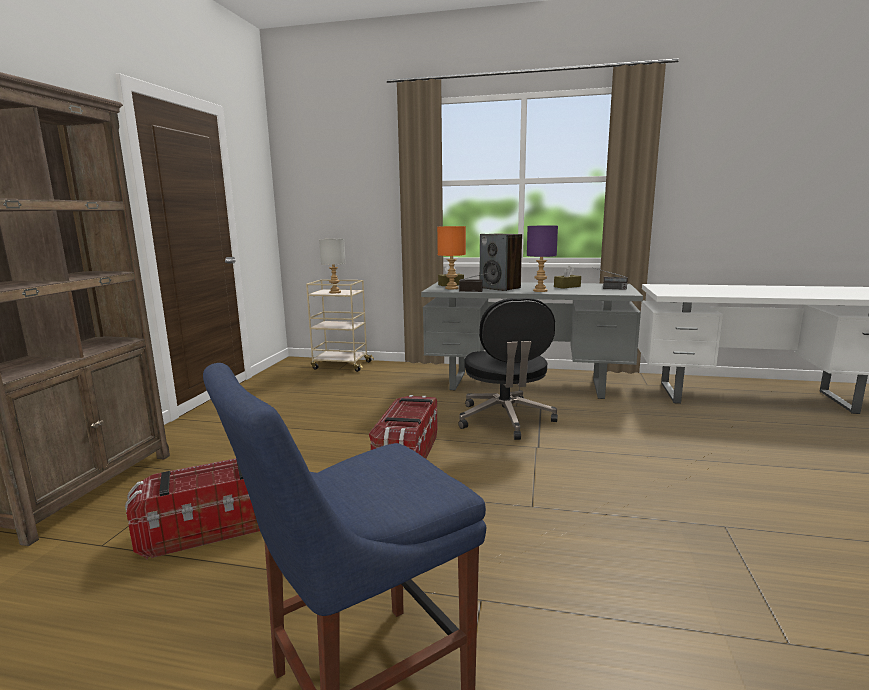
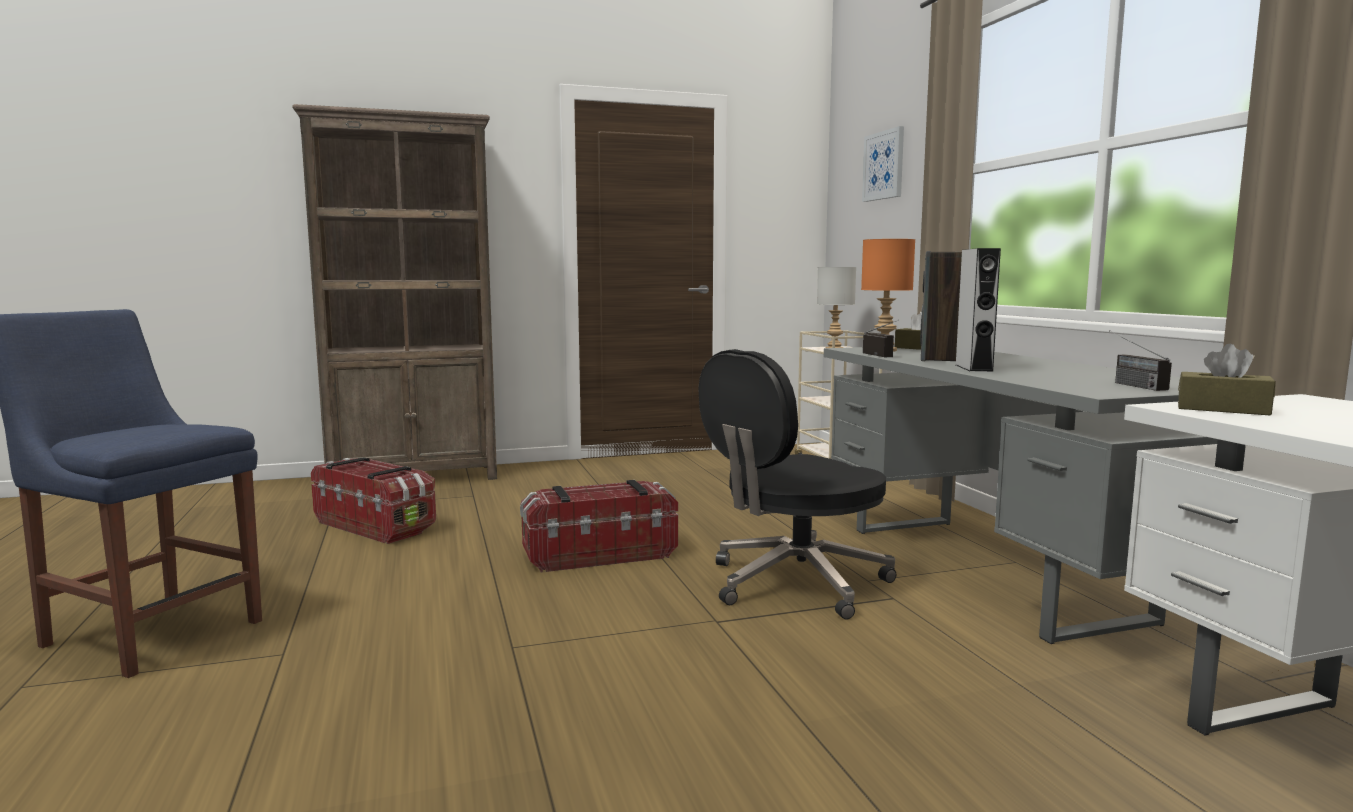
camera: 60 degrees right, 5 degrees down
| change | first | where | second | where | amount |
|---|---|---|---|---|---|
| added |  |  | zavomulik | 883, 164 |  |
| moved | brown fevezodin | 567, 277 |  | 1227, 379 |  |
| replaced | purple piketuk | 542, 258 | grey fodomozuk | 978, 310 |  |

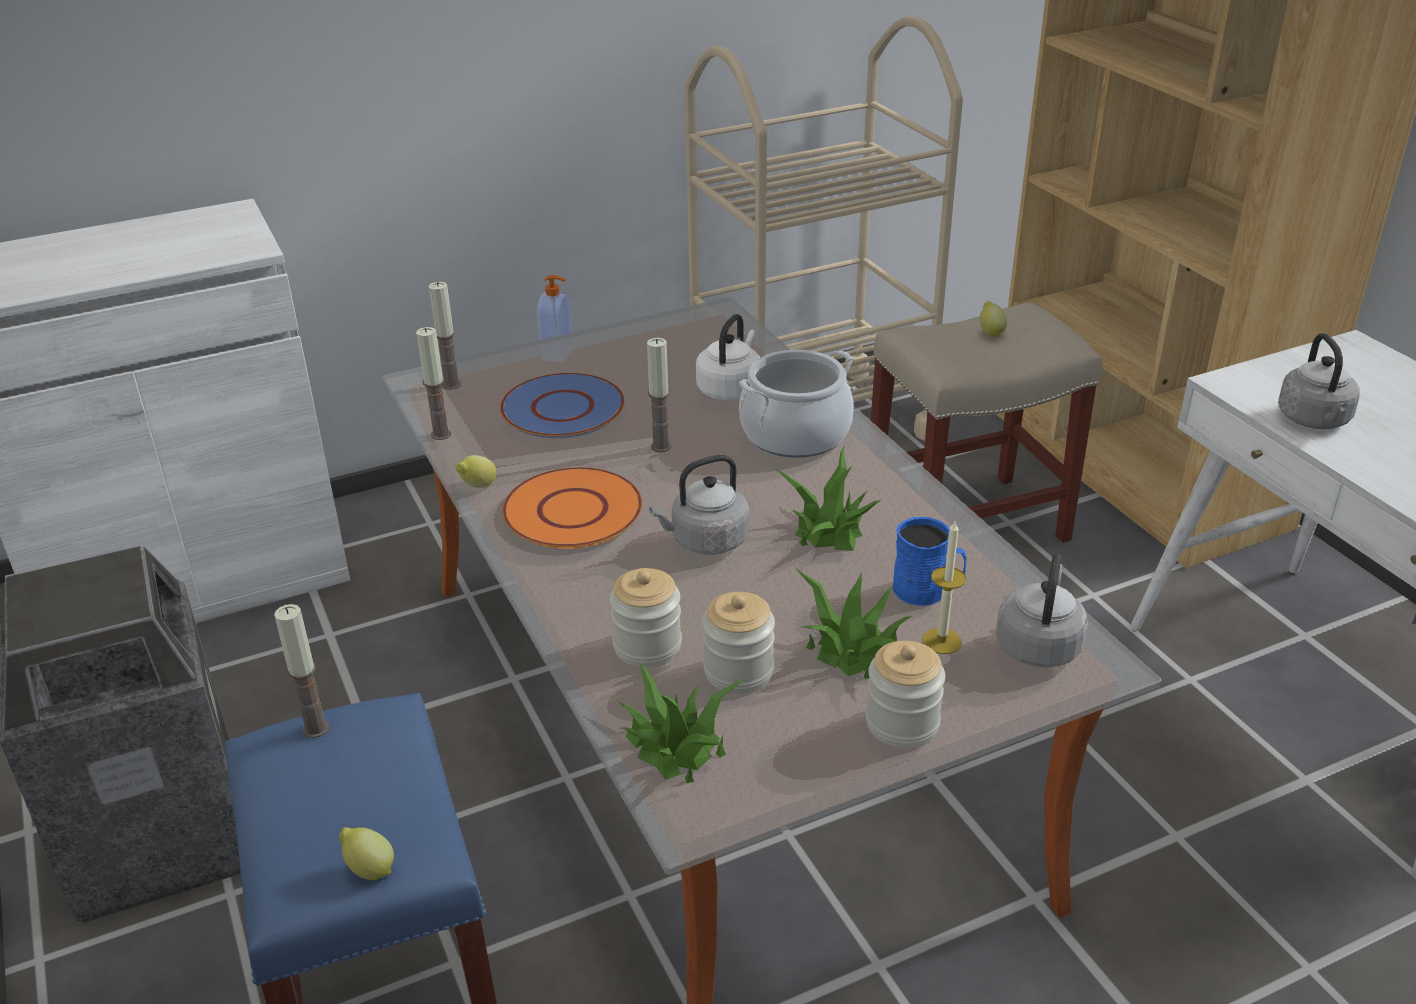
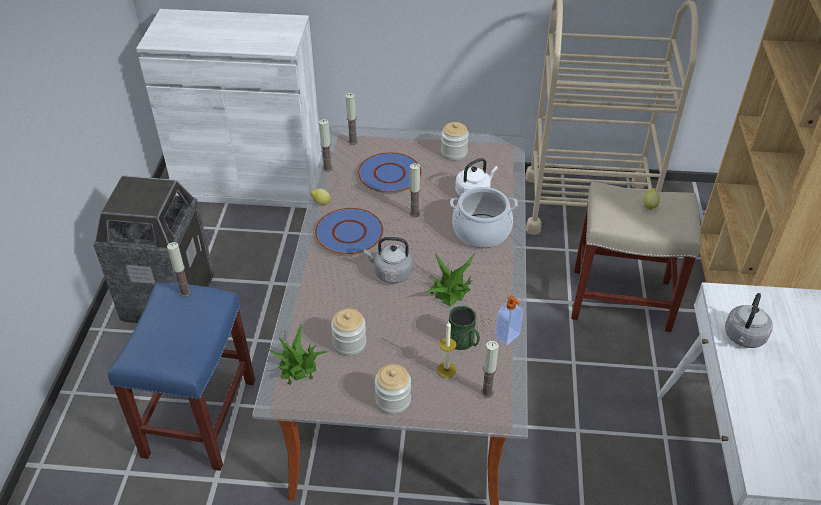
camera: 30 degrees right, 10 degrees up
| change | first | where | second | where | amount |
|---|---|---|---|---|---|
| removed | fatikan | 366, 853 |  |  |  |
| removed | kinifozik | 852, 623 |  |  |  |
| moved | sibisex | 555, 318 |  | 509, 321 |  |
| moved | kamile | 646, 617 |  | 455, 141 |  |
| replaced | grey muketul | 1042, 610 | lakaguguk | 490, 369 |  |
| recoloured | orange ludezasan | 572, 508 | blue ludezasan | 349, 231 |  |
| recoloured | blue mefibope | 929, 561 | green mefibope | 464, 328 |  |

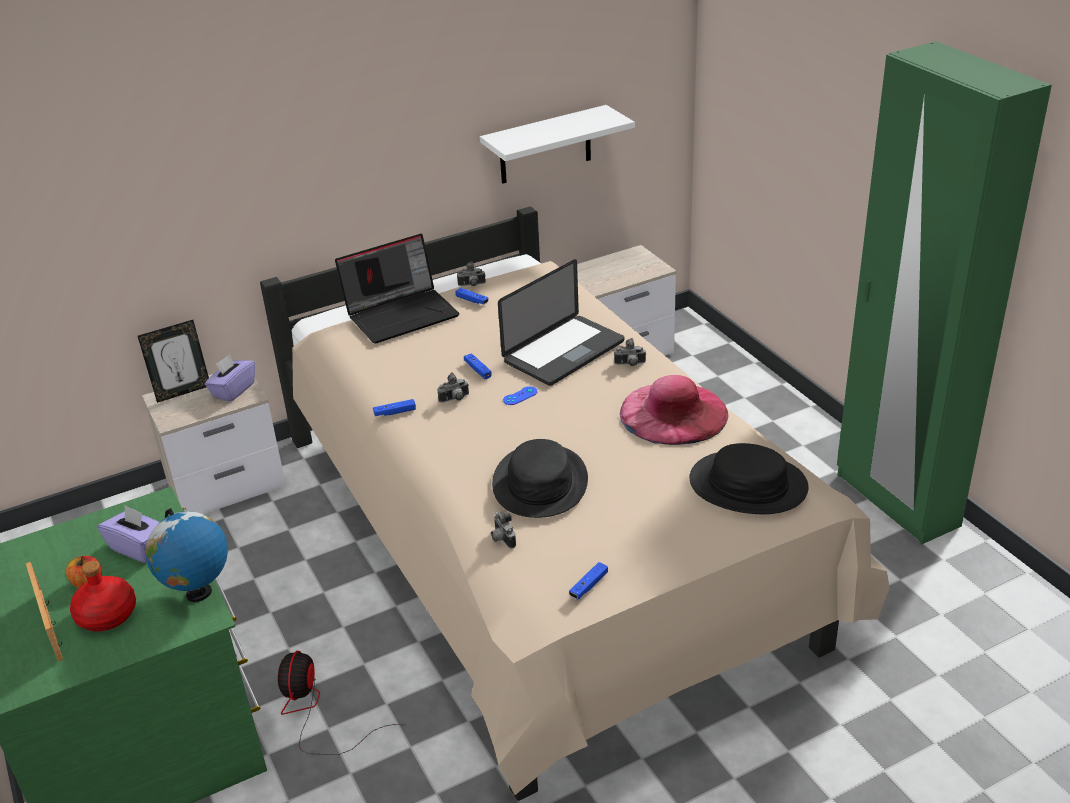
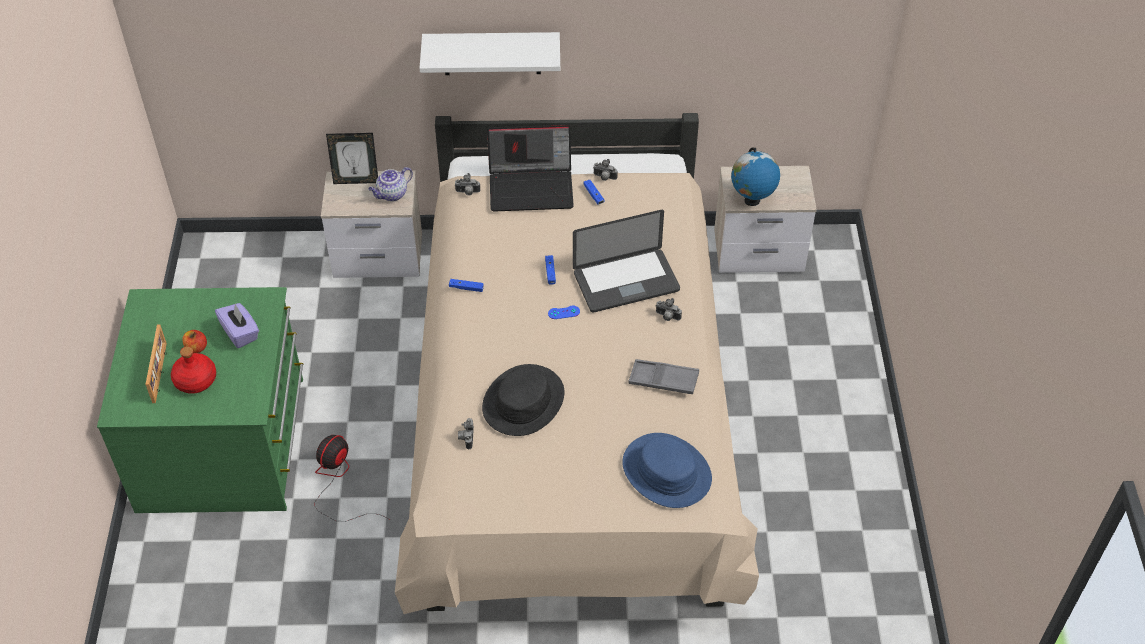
camera: 25 degrees right, 15 degrees up
| change | first | where | second | where | amount |
|---|---|---|---|---|---|
| removed | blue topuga | 588, 580 |  |  |  |
| removed | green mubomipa | 944, 292 |  |  |  |
| moved | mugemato | 187, 555 |  | 755, 176 |  |
| moved | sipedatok | 453, 387 |  | 468, 184 |  |
| moved | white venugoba | 557, 144 |  | 490, 53 |  |
| replaced | purple fevezodin | 230, 378 | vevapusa | 390, 184 |  |
| replaced | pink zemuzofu | 674, 410 | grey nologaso | 663, 376 |  |
| recoloured | black zemuzofu | 749, 478 | blue zemuzofu | 667, 470 |  |

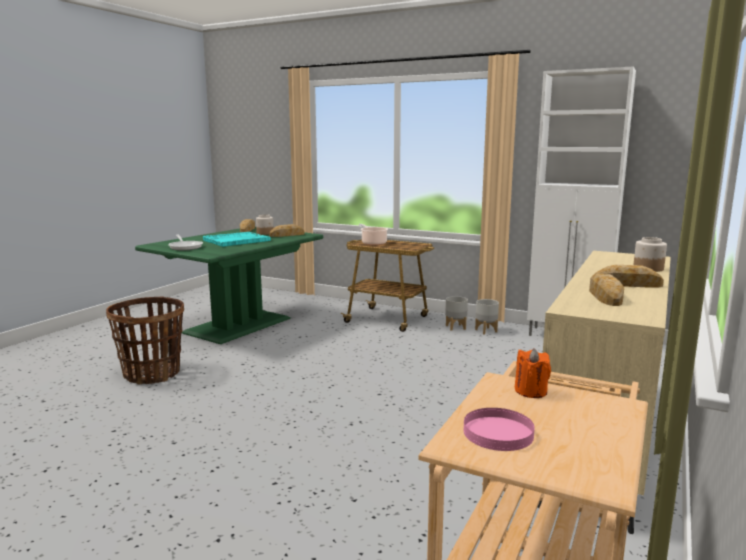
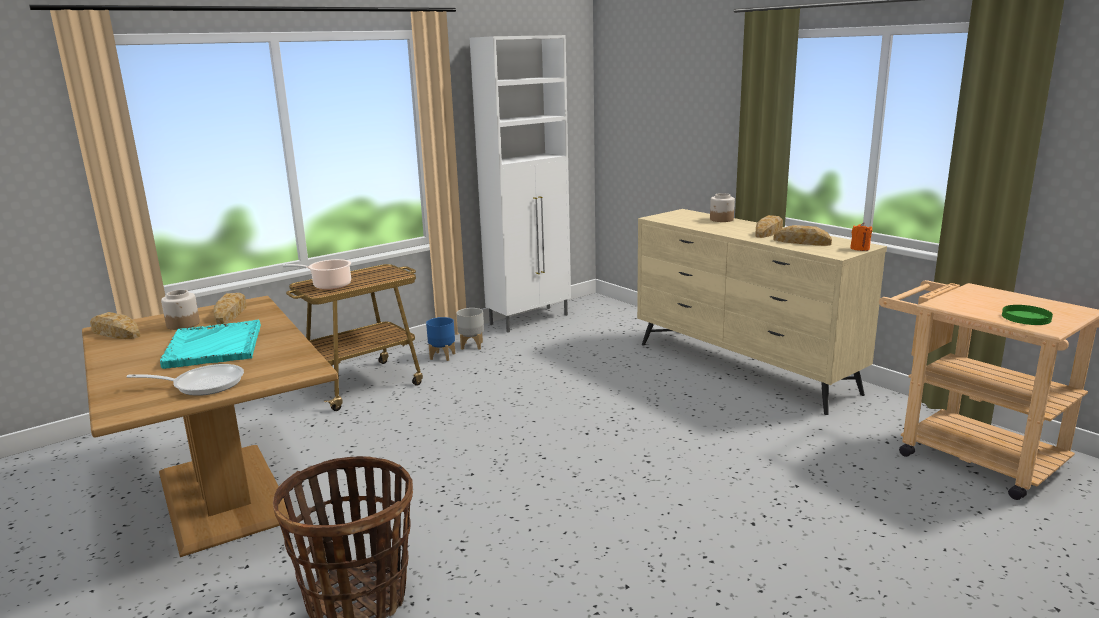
camera: 65 degrees left, 5 degrees up
| change | first | where | second | where | amount |
|---|---|---|---|---|---|
| moved | orange lakaguguk | 533, 373 |  | 861, 237 |  |
| recoloured | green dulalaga | 229, 285 | brown dulalaga | 210, 426 |  |
| recoloured | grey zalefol | 456, 313 | blue zalefol | 440, 339 |  |
| recoloured | pink ludezasan | 499, 429 | green ludezasan | 1027, 315 |  |

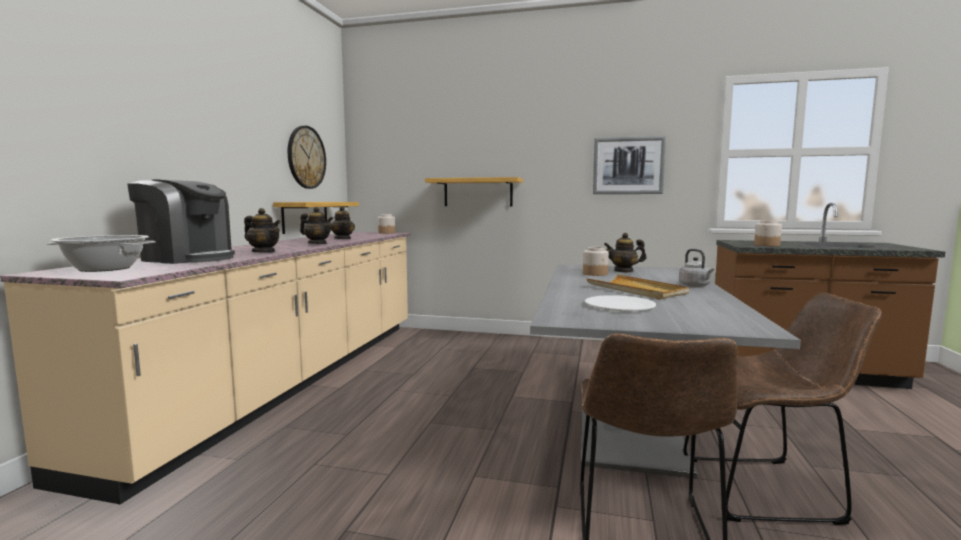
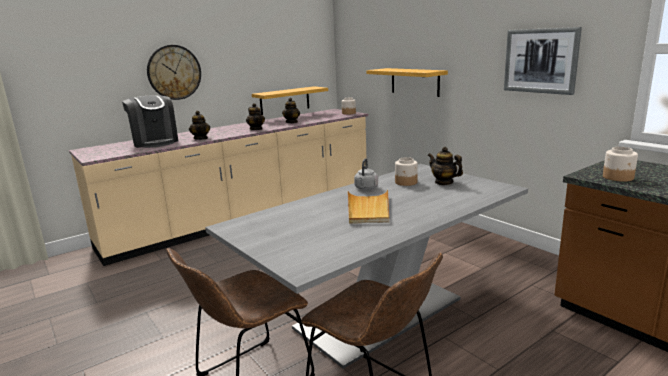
camera: 40 degrees right, 10 degrees up
| change | first | where | second | where | amount |
|---|---|---|---|---|---|
| removed | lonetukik | 101, 253 |  |  |  |
| removed | white ludezasan | 620, 303 |  |  |  |
| moved | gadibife | 307, 157 |  | 174, 72 |  |
| moved | grey muketul | 696, 268 |  | 366, 174 |  |

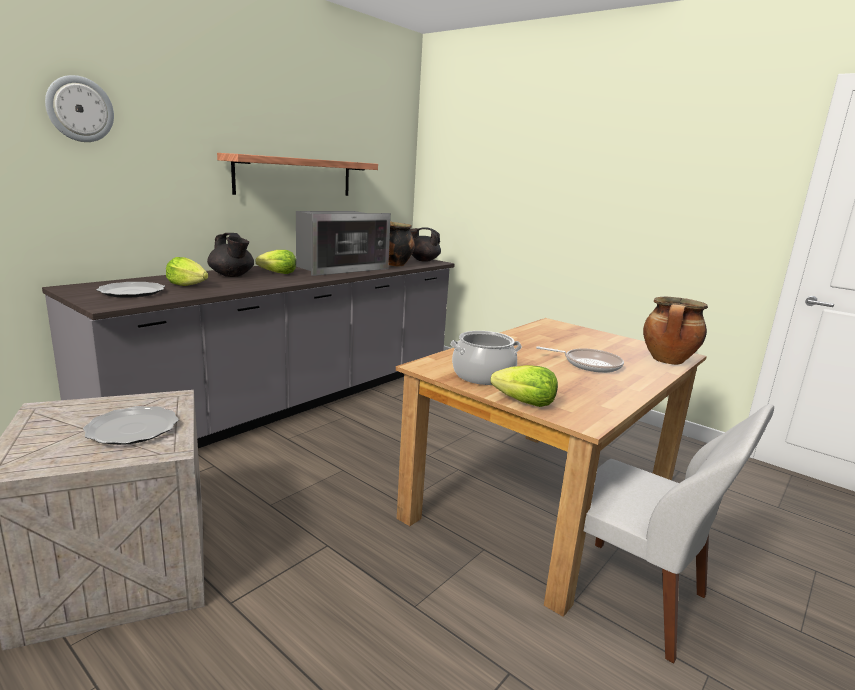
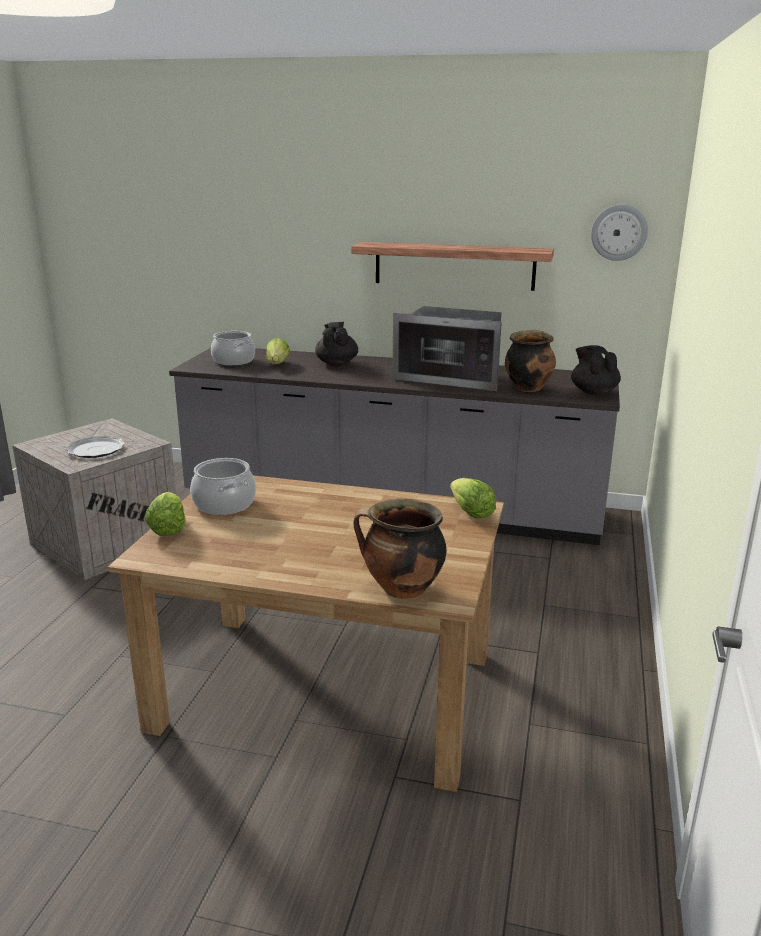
camera: 65 degrees right, 5 degrees up
| change | first | where | second | where | amount |
|---|---|---|---|---|---|
| removed | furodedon | 580, 359 |  |  |  |
| removed | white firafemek | 679, 533 |  |  |  |
| moved | gadibife | 79, 108 |  | 619, 232 |  |
| moved | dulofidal | 276, 262 |  | 473, 498 |  |
| replaced | ludezasan | 130, 290 | lonetukik | 233, 348 |  |
| turned | black vevapusa | 230, 255 |  | 336, 343 | 150 degrees clockwise |

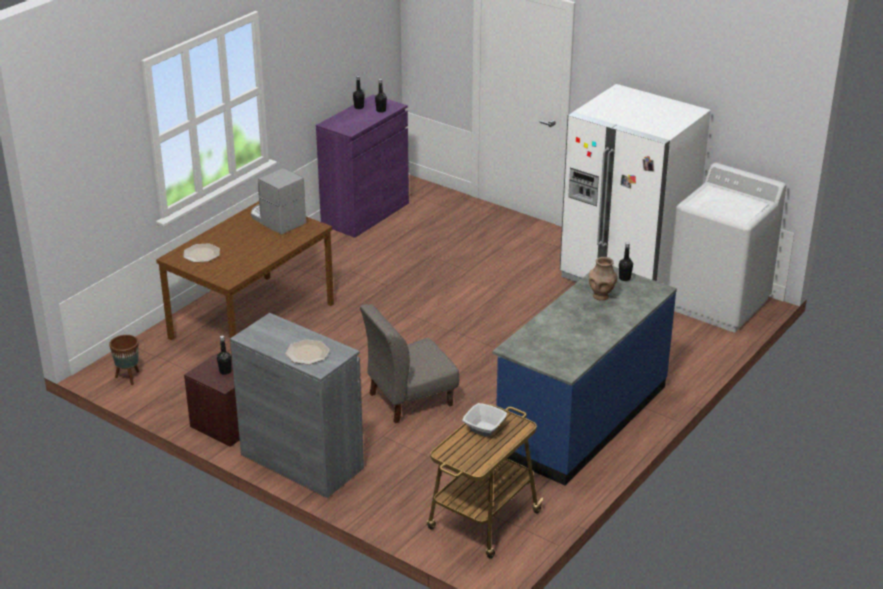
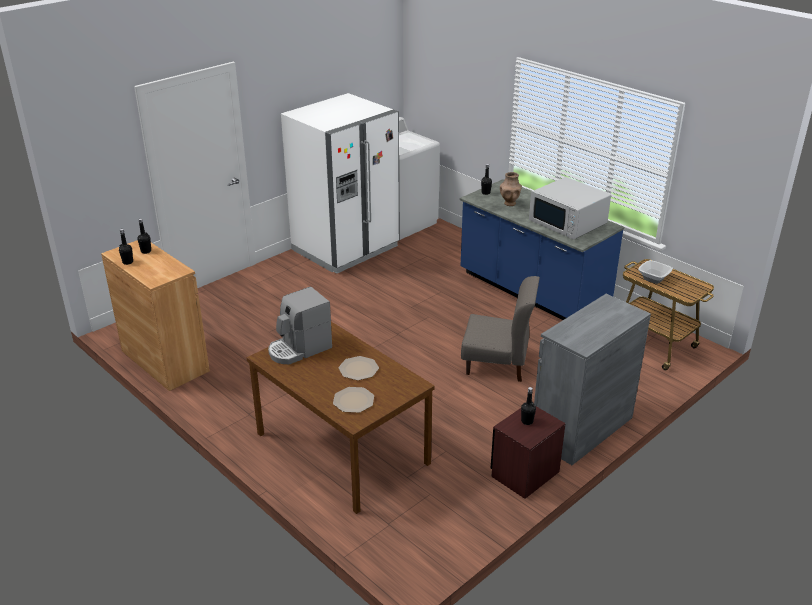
camera: 80 degrees left, 0 degrees up
| change | first | where | second | where | amount |
|---|---|---|---|---|---|
| removed | brown zalefol | 124, 360 |  |  |  |
| added |  |  | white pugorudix | 570, 208 |  |
| moved | ludezasan | 307, 352 |  | 358, 368 |  |
| recoloured | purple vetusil | 362, 166 | brown vetusil | 155, 315 |  |
| turned | grey firafemek | 409, 364 |  | 500, 329 | 60 degrees counterclockwise |

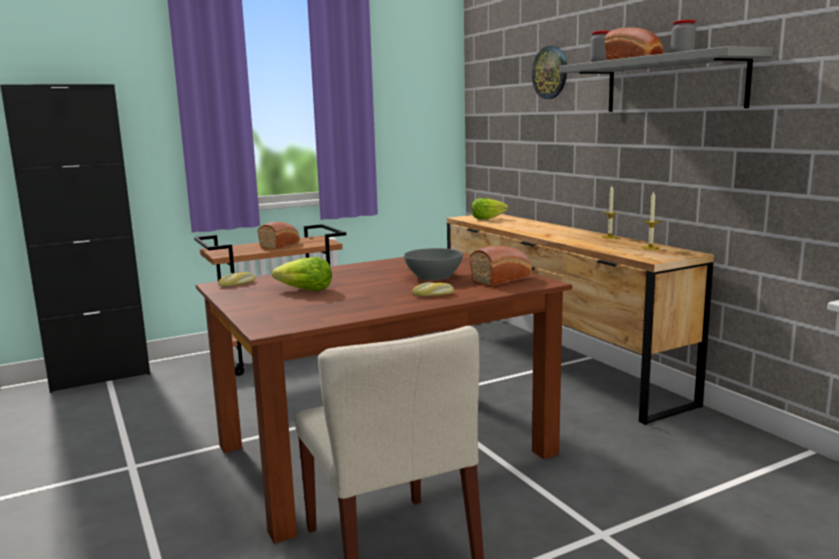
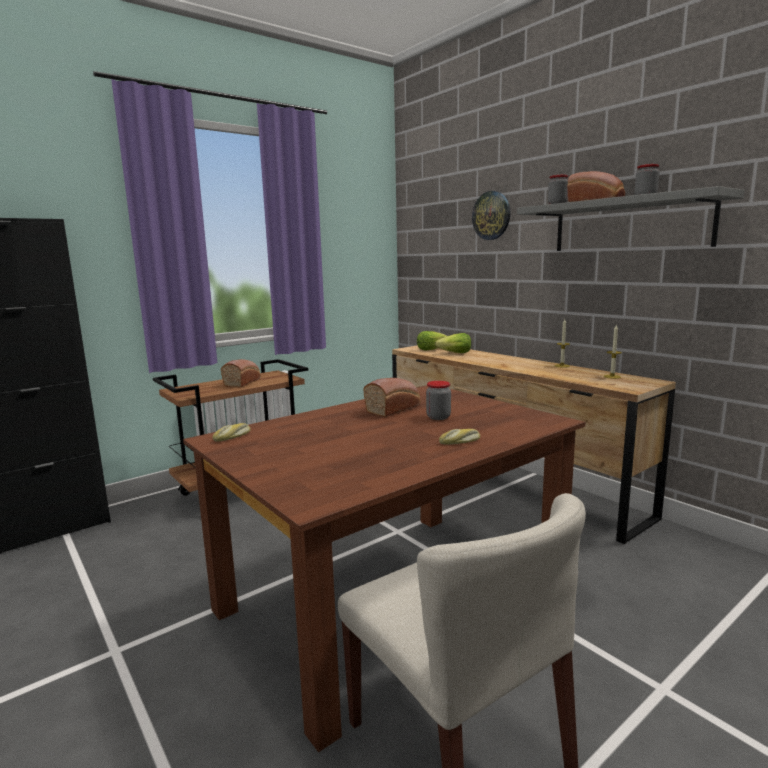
camera: 10 degrees left, 0 degrees up
| change | first | where | second | where | amount |
|---|---|---|---|---|---|
| moved | dulofidal | 302, 274 |  | 453, 343 |  |
| moved | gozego | 501, 266 |  | 392, 397 |  |
| replaced | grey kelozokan | 433, 264 | kamile | 438, 400 |  |

